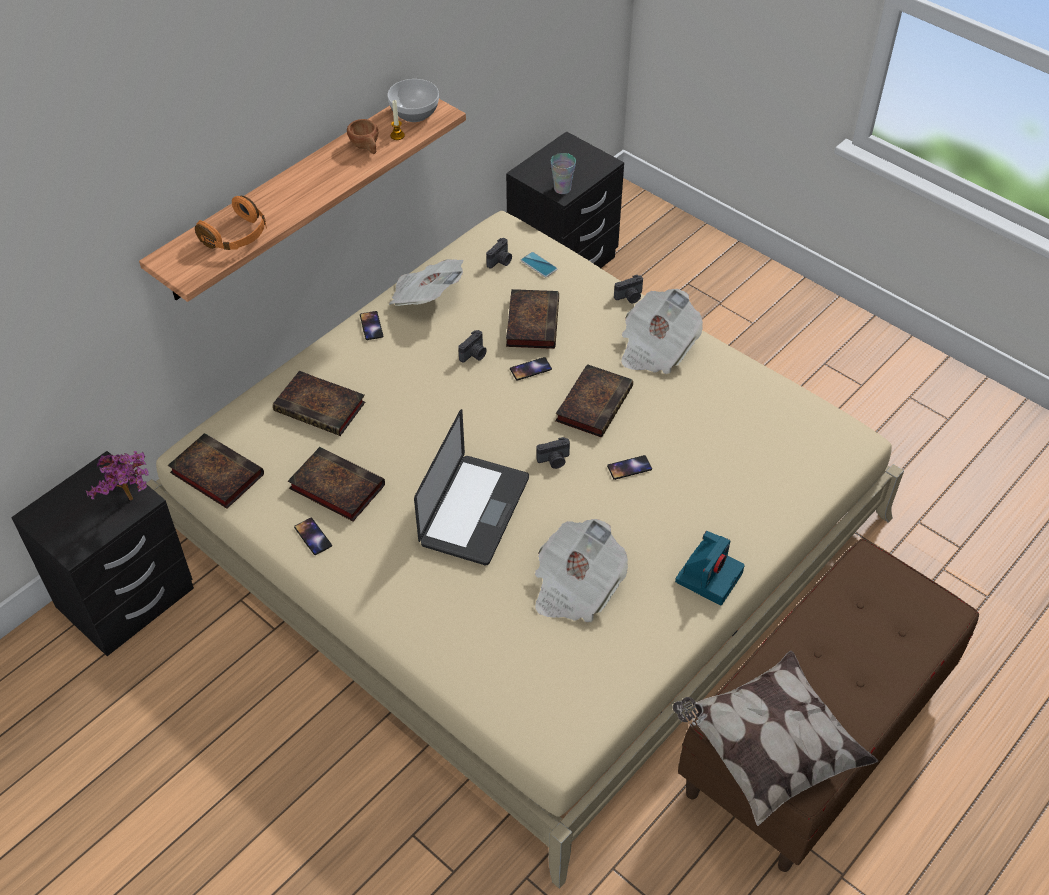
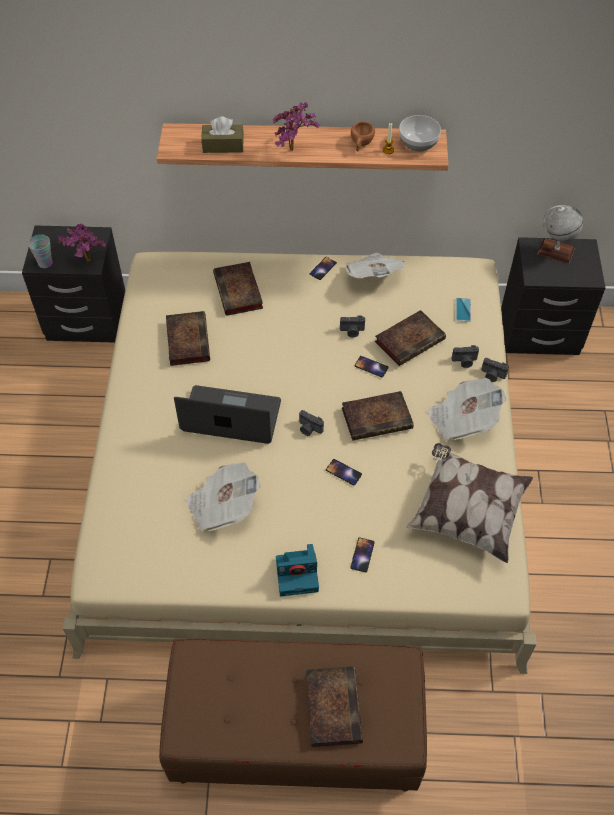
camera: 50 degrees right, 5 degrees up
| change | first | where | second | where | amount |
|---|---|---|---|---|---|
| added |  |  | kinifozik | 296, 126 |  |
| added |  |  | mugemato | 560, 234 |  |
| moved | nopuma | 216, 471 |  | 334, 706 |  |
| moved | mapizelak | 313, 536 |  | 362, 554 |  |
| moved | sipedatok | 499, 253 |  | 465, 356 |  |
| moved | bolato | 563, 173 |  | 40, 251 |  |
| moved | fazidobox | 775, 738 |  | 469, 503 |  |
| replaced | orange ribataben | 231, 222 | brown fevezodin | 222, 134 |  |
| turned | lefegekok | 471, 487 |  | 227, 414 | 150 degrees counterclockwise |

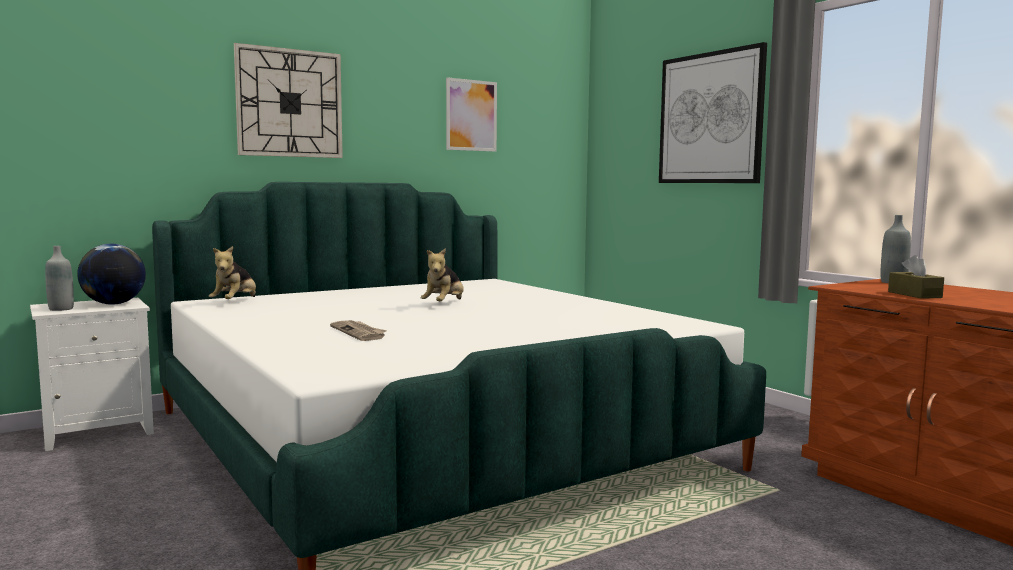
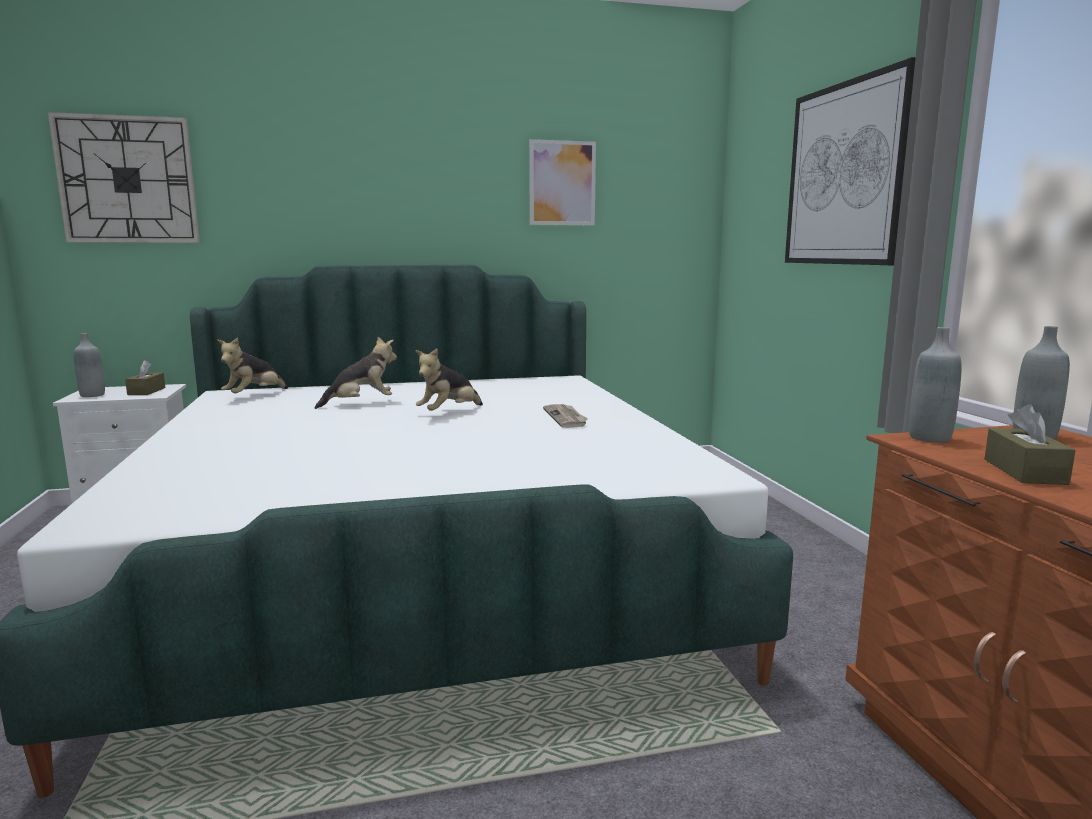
camera: 20 degrees right, 5 degrees up
| change | first | where | second | where | amount |
|---|---|---|---|---|---|
| added |  |  | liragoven | 356, 373 |  |
| added |  |  | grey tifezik | 935, 385 |  |
| moved | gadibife | 288, 100 |  | 124, 177 |  |
| moved | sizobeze | 358, 330 |  | 565, 416 |  |
| replaced | mugemato | 111, 274 | brown fevezodin | 145, 377 |  |

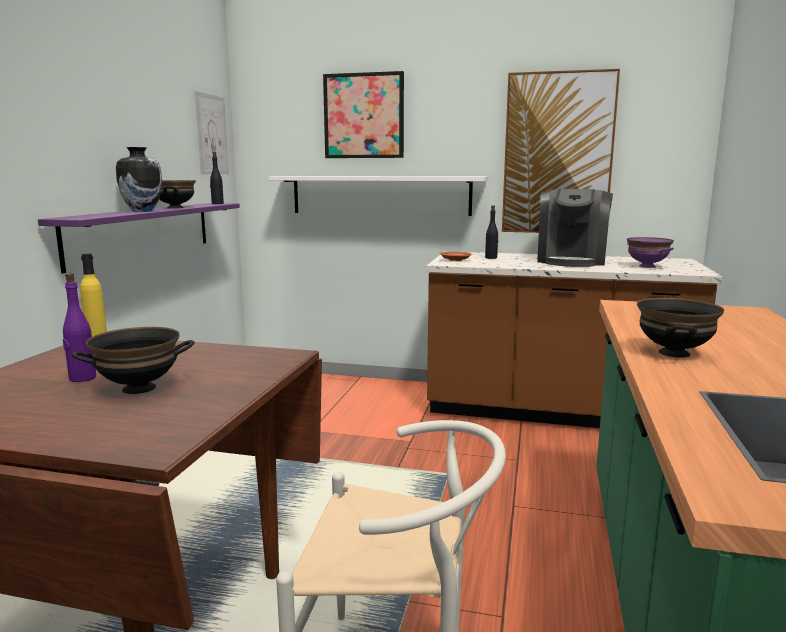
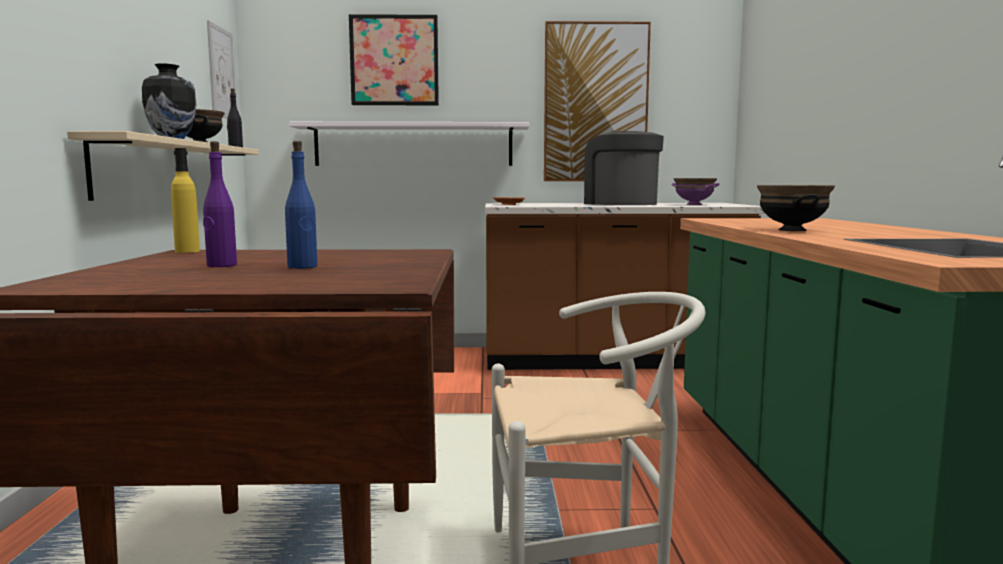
camera: 15 degrees left, 5 degrees down
| change | first | where | second | where | amount |
|---|---|---|---|---|---|
| removed | black tifezik | 491, 232 |  |  |  |
| replaced | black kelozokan | 133, 360 | blue tifezik | 301, 205 |  |
| recoloured | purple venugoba | 139, 238 | beige venugoba | 163, 166 |  |
| turned | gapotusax | 575, 228 |  | 624, 168 | 150 degrees clockwise |

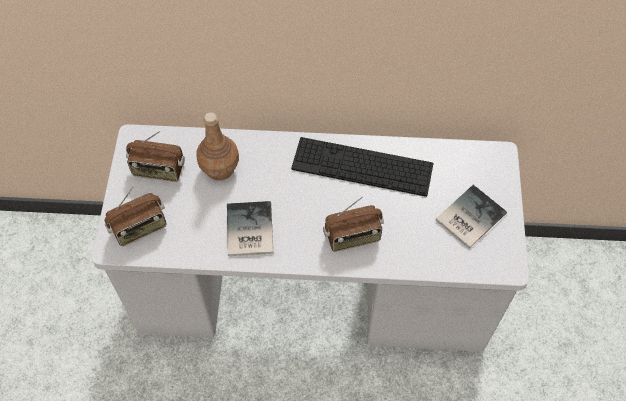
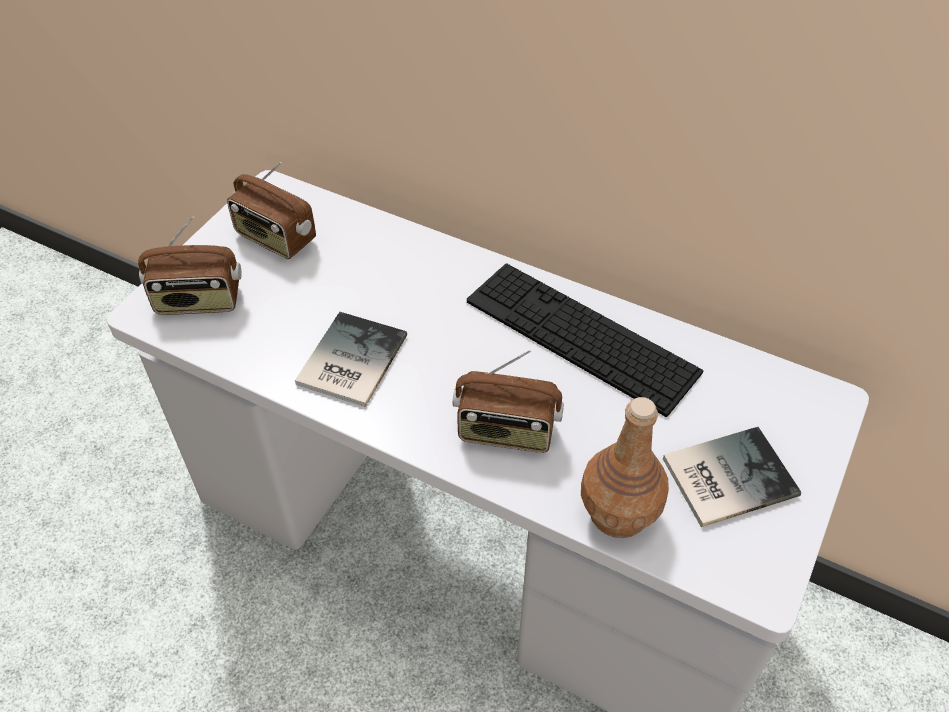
camera: 25 degrees right, 10 degrees down
| change | first | where | second | where | amount |
|---|---|---|---|---|---|
| moved | brown tifezik | 217, 146 |  | 625, 467 |  |

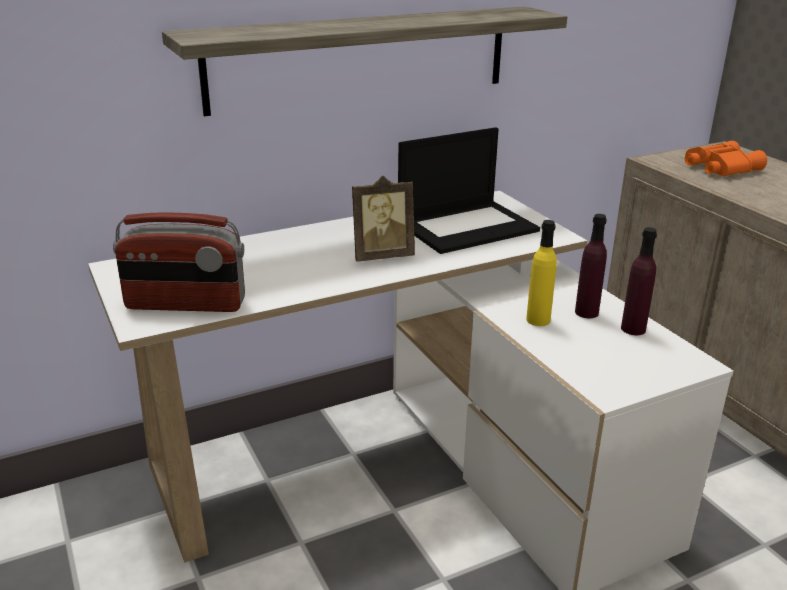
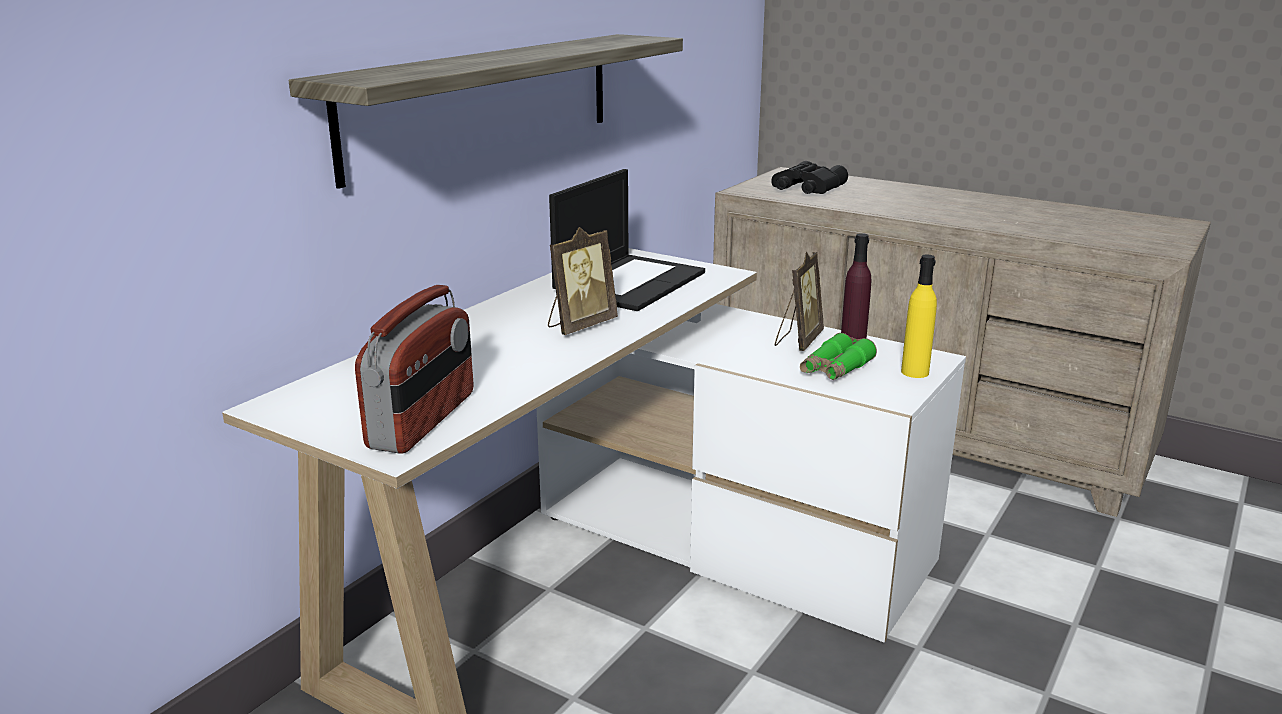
camera: 30 degrees left, 5 degrees down
| change | first | where | second | where | amount |
|---|---|---|---|---|---|
| added |  |  | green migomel | 838, 356 |  |
| moved | yellow tifezik | 541, 273 |  | 919, 316 |  |
| replaced | purple tifezik | 591, 266 | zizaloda | 799, 301 |  |
| recoloured | orange migomel | 726, 158 | black migomel | 810, 177 |  |
| turned | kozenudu | 179, 262 |  | 414, 369 | 45 degrees counterclockwise |

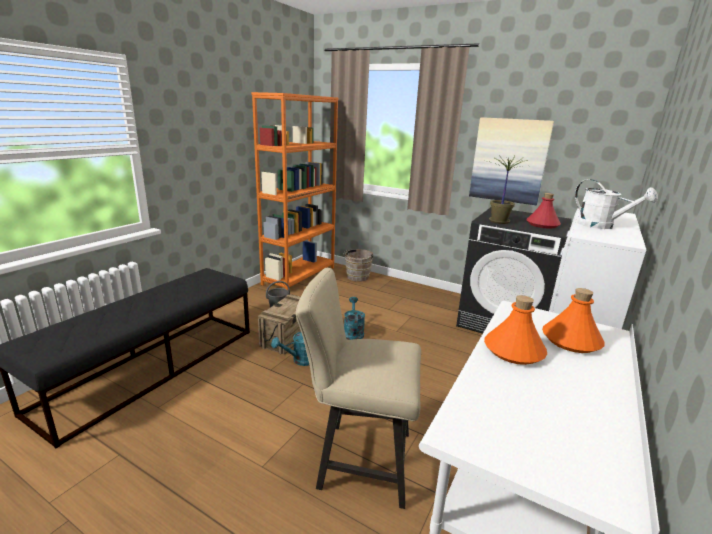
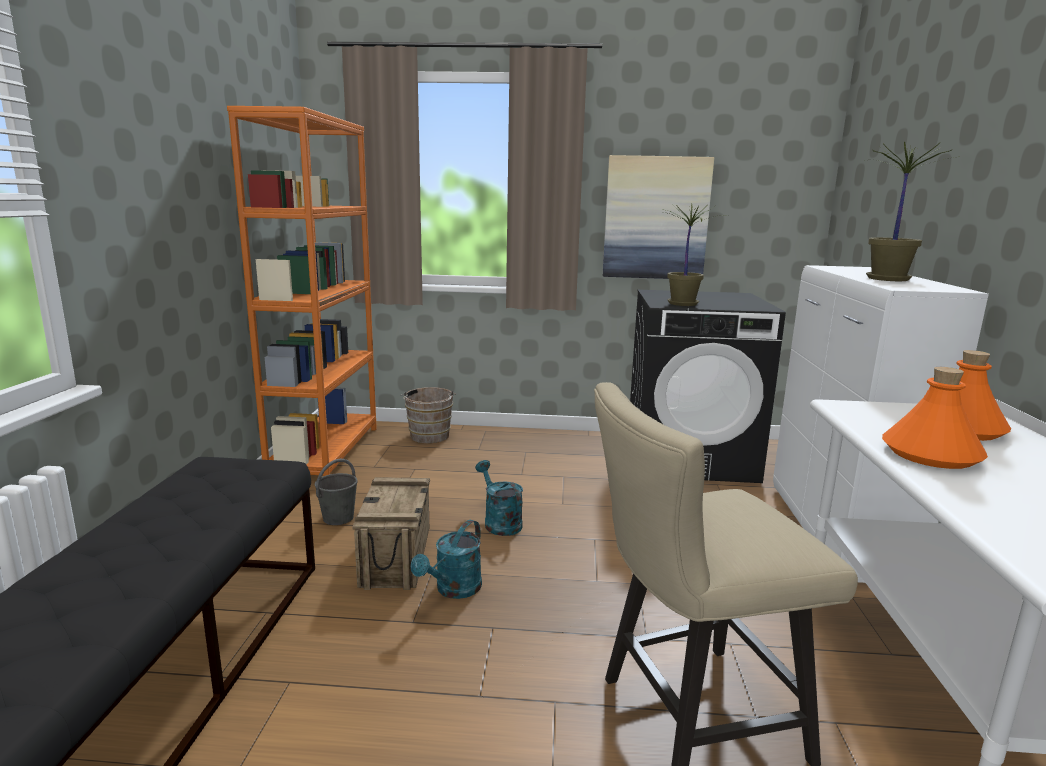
camera: 25 degrees left, 5 degrees down
| change | first | where | second | where | amount |
|---|---|---|---|---|---|
| removed | red tifezik | 543, 211 |  |  |  |
| replaced | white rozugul | 616, 204 | kinifozik | 909, 211 |  |

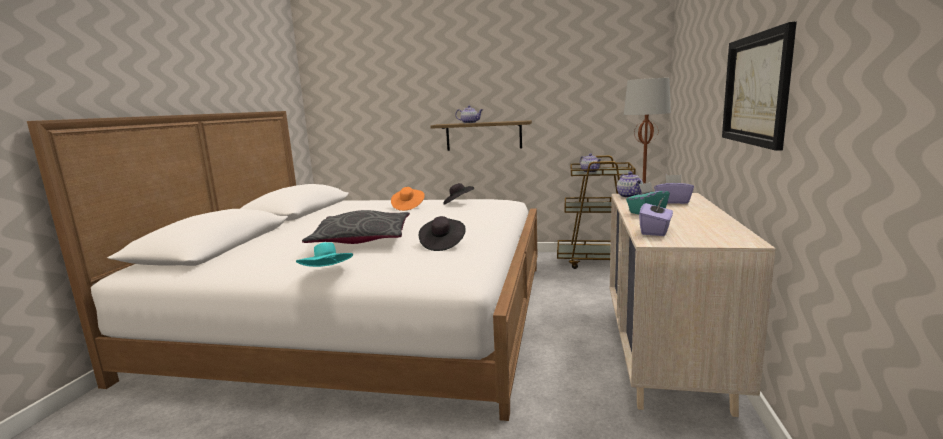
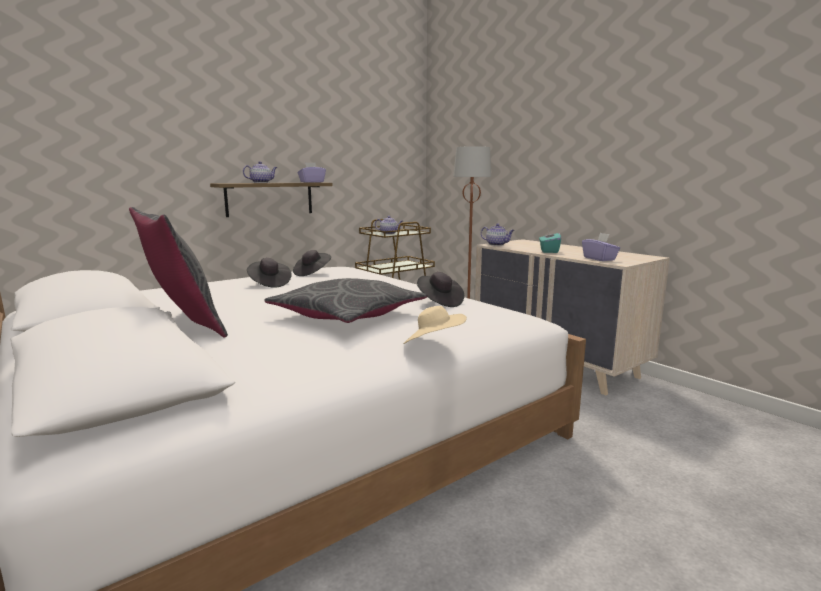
camera: 50 degrees left, 0 degrees up
| change | first | where | second | where | amount |
|---|---|---|---|---|---|
| removed | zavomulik | 759, 86 |  |  |  |
| added |  |  | grey fazidobox | 178, 272 |  |
| moved | purple fevezodin | 674, 189 |  | 312, 173 |  |
| recoloured | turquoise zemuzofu | 324, 254 | beige zemuzofu | 435, 325 |  |
| recoloured | orange zemuzofu | 408, 199 | black zemuzofu | 269, 273 |  |

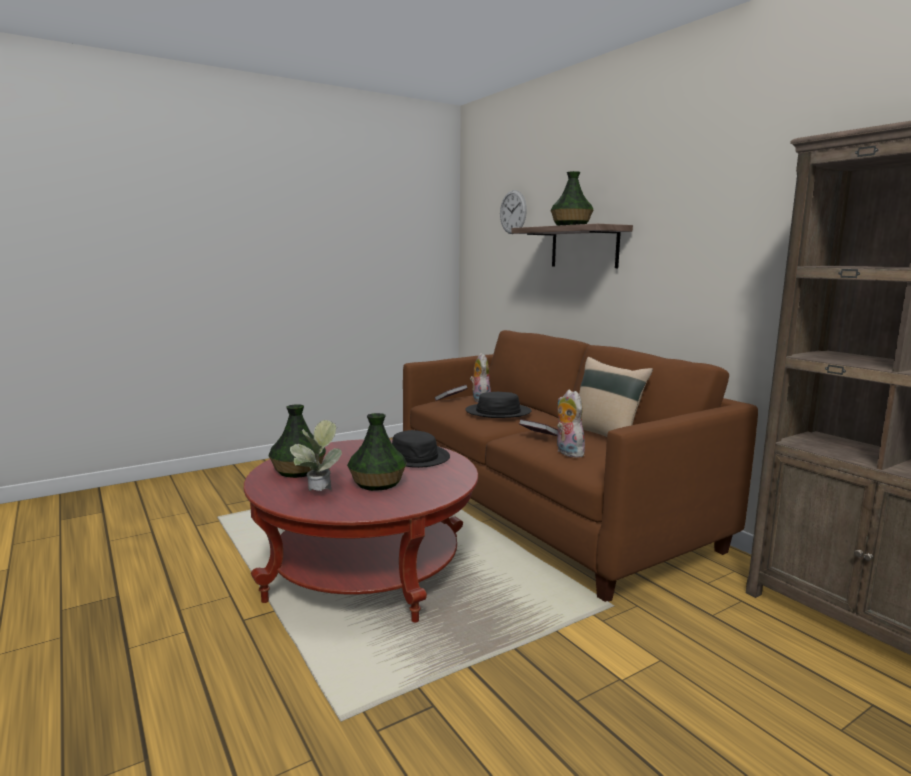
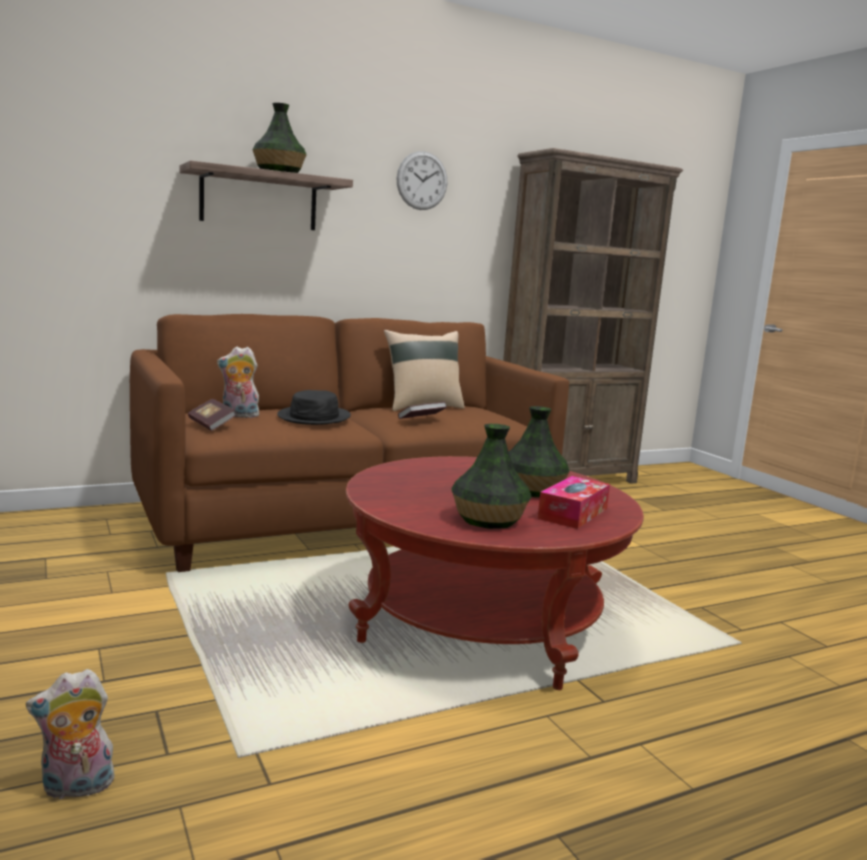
camera: 85 degrees left, 0 degrees up
| change | first | where | second | where | amount |
|---|---|---|---|---|---|
| removed | black zemuzofu | 421, 449 |  |  |  |
| moved | gadibife | 513, 212 |  | 422, 180 |  |
| moved | liragoven | 572, 423 |  | 71, 734 |  |
| replaced | kinifozik | 316, 455 | fevezodin | 574, 502 |  |

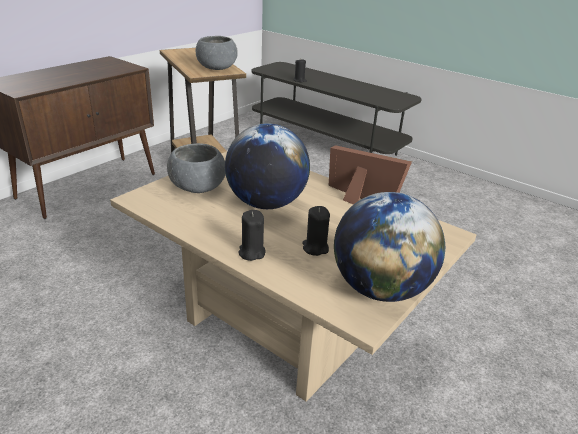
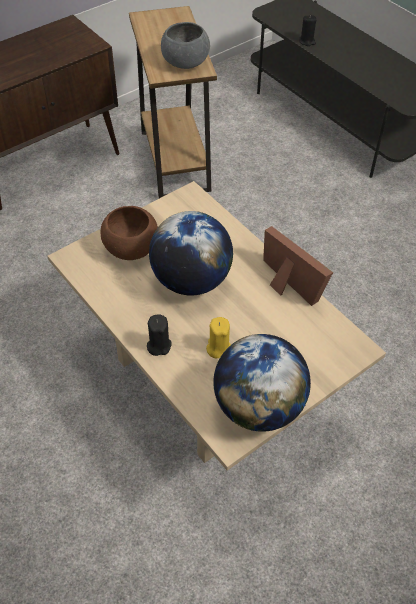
camera: 15 degrees right, 20 degrees up
| change | first | where | second | where | amount |
|---|---|---|---|---|---|
| recoloured | grey kelozokan | 196, 168 | brown kelozokan | 129, 233 |  |
| recoloured | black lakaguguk | 316, 231 | yellow lakaguguk | 218, 338 |  |

